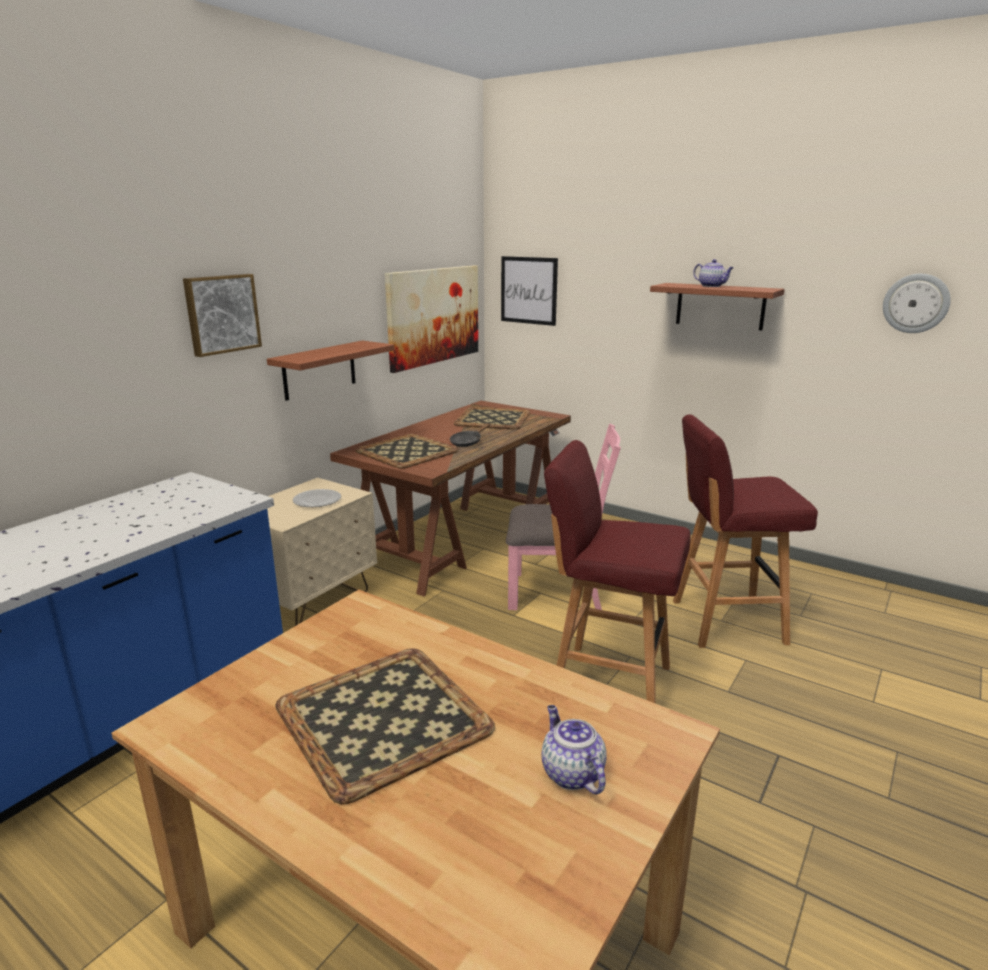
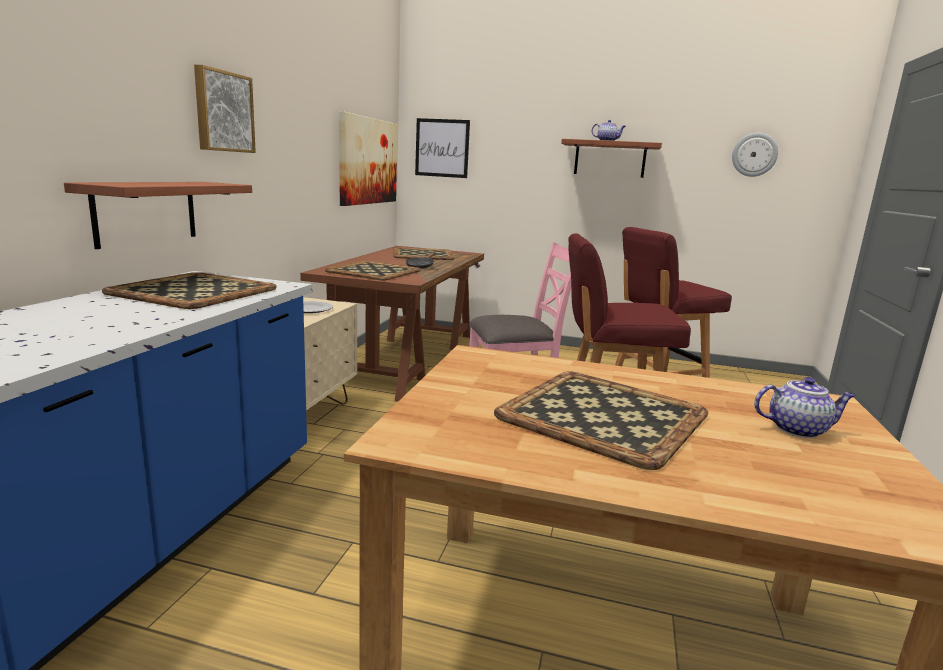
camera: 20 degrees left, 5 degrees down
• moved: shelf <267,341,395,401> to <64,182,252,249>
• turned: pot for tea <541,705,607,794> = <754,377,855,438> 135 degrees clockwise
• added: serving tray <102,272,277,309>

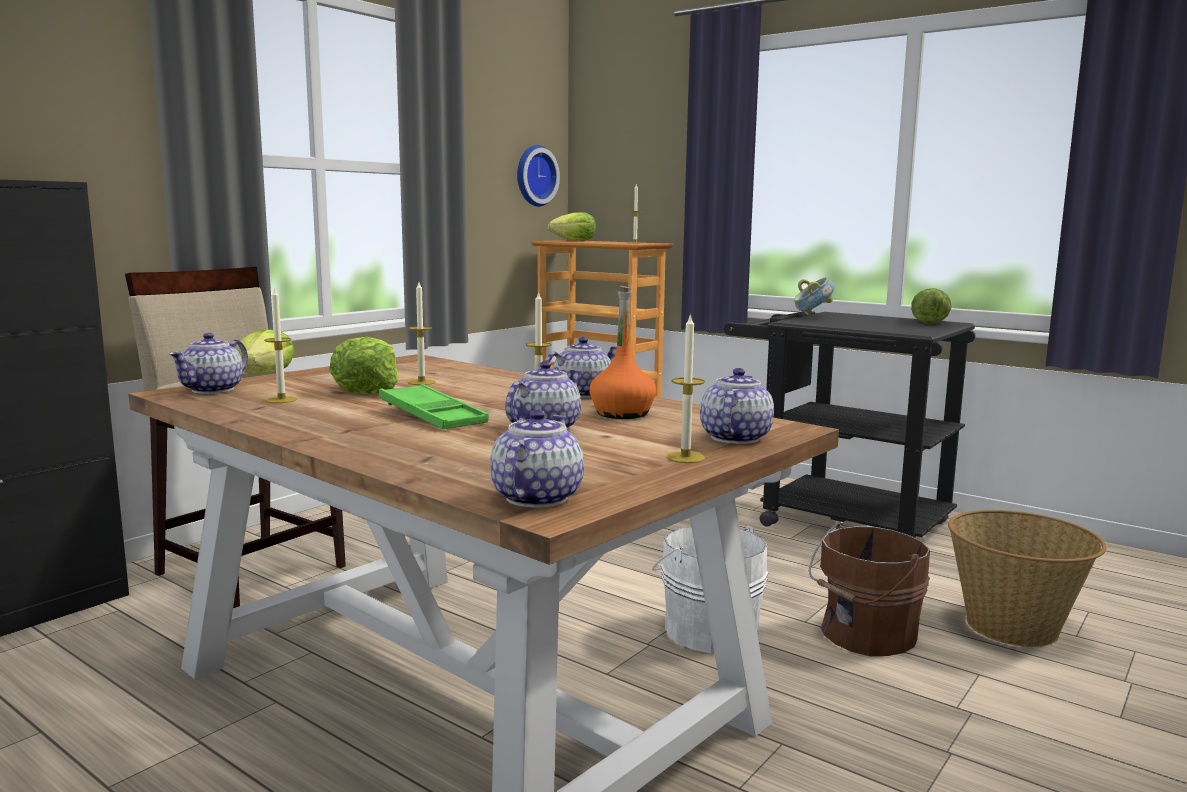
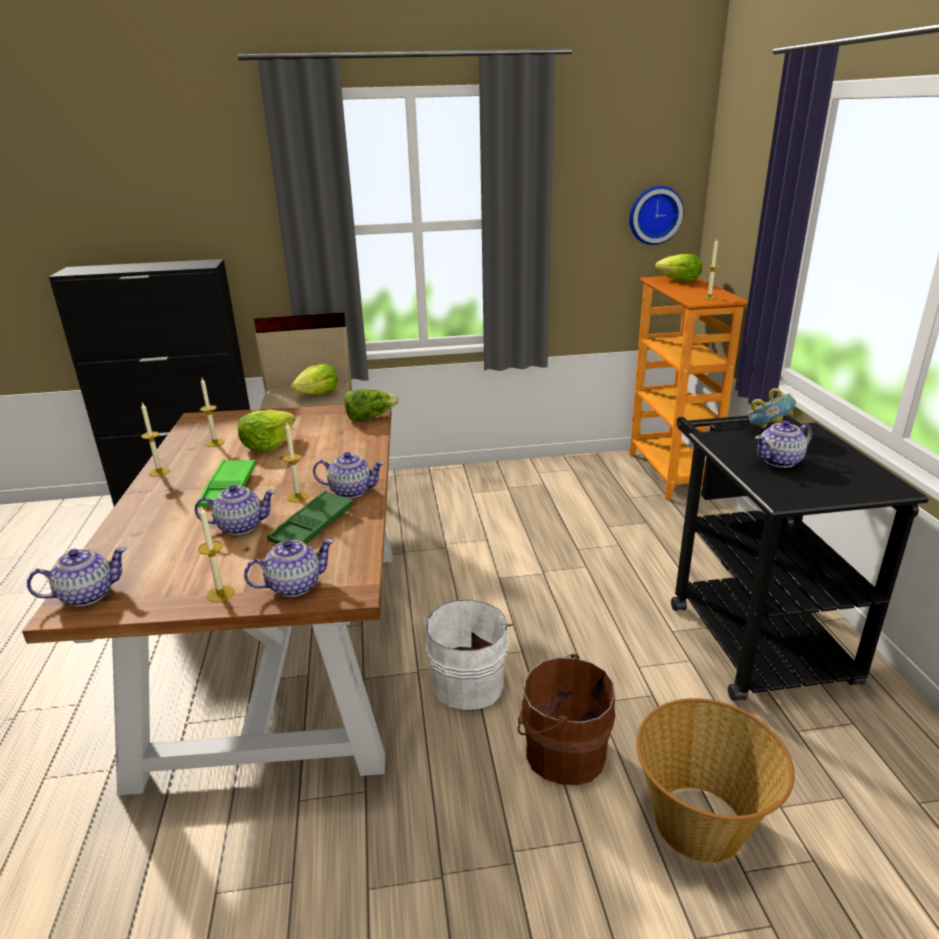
camera: 45 degrees right, 15 degrees up
• moved: wax light <408,282,435,385> to <141,402,170,477>
• replaced: drink bottle (orange-coloured) <589,286,656,419> to serving tray (green-coloured) <267,491,354,544>
• moved: head of lettuce <911,288,951,324> to <344,389,399,422>
• moved: pot for tea <169,333,248,394> to <755,420,812,468>

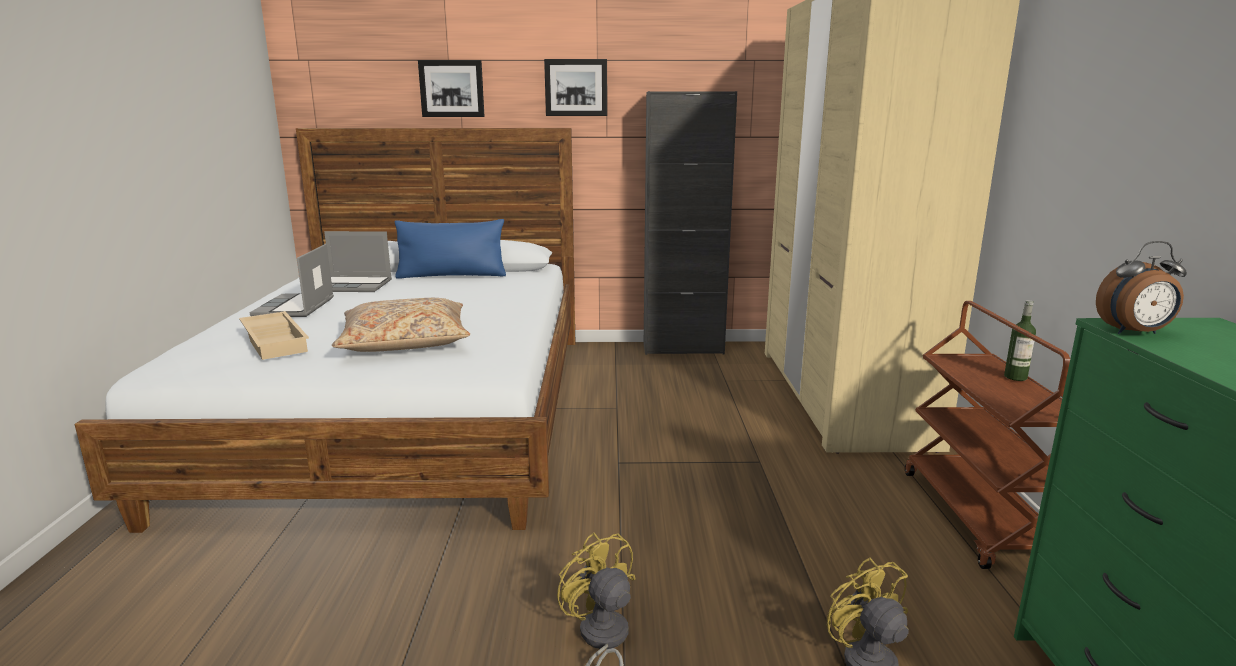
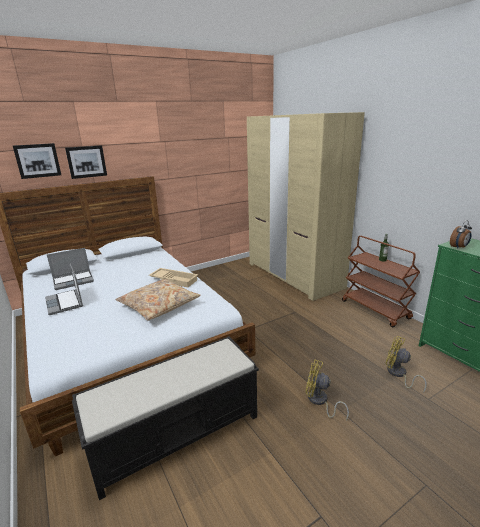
camera: 30 degrees left, 5 degrees up
• moved: wall picture <544,59,607,116> to <13,143,61,179>
• removed: cabinet (blackish) <644,91,737,355>
• removed: pillow (bluish) <395,219,506,279>
• moved: serving tray (sand-coloured) <239,311,309,360> to <149,268,198,287>
• added: long seat (blackish) <72,336,259,500>

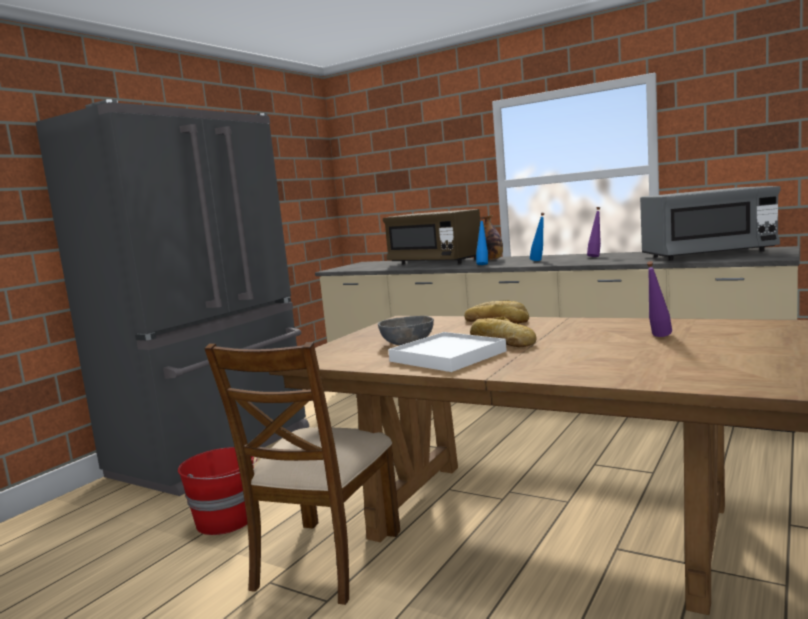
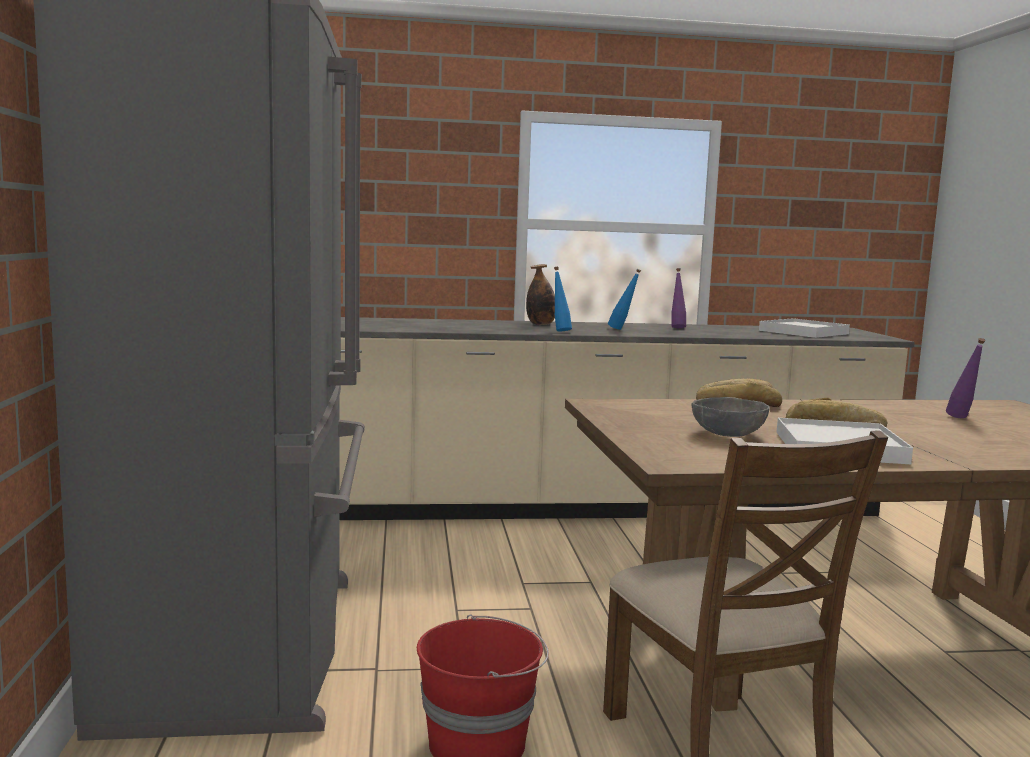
camera: 40 degrees left, 0 degrees up
• replaced: microwave oven (greyish) <640,186,780,261> to serving tray (white-coloured) <759,318,850,338>
• removed: microwave oven (brown-coloured) <383,209,480,264>

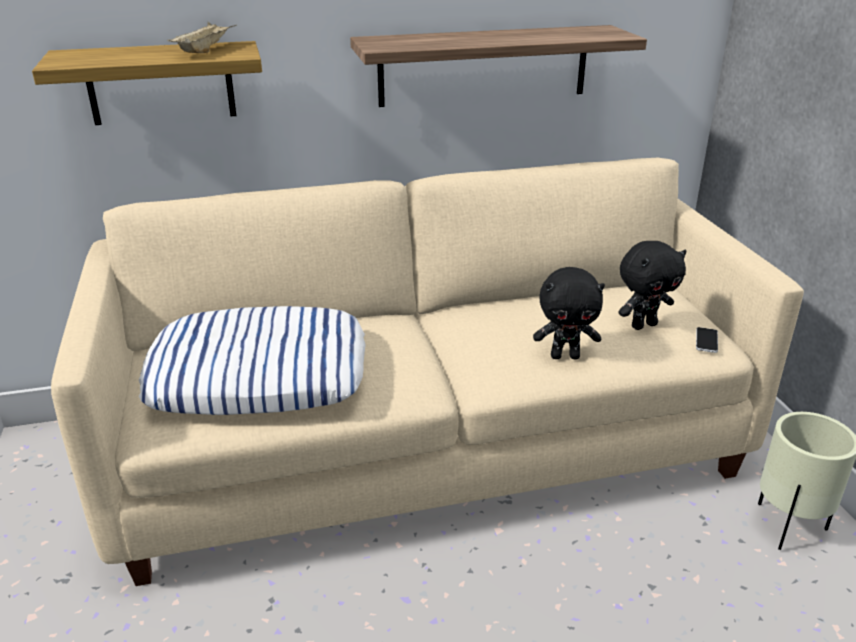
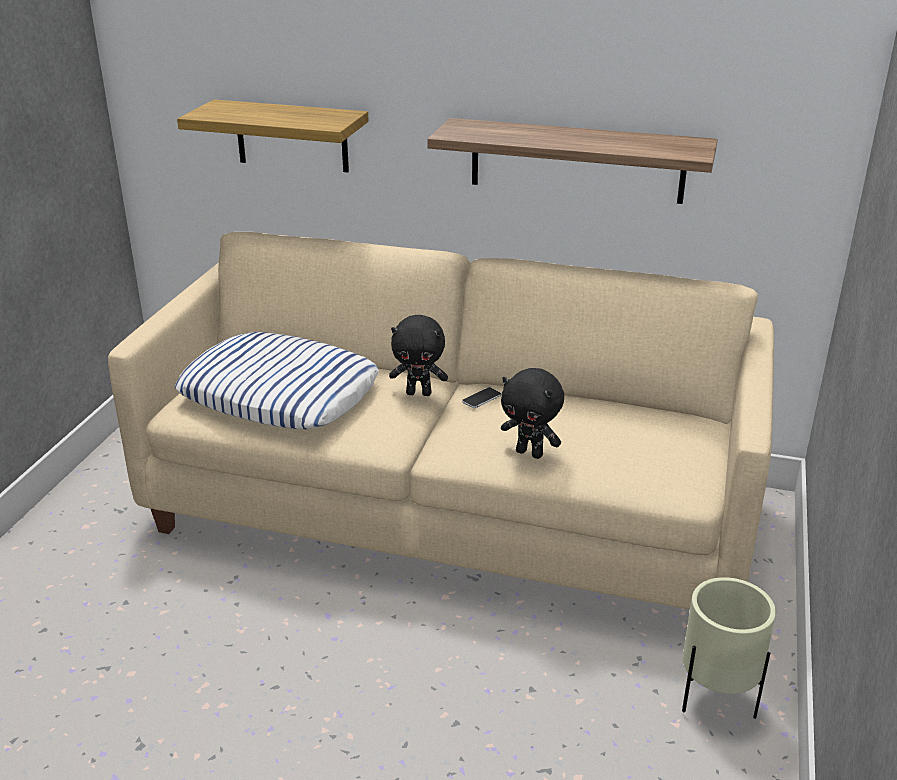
camera: 30 degrees right, 0 degrees up
• removed: serving tray (sand-coloured) <167,22,237,53>
• moved: soft toy (blackish) <619,241,686,330> to <389,315,448,396>
• moved: telephone <696,327,718,353> to <462,387,501,409>

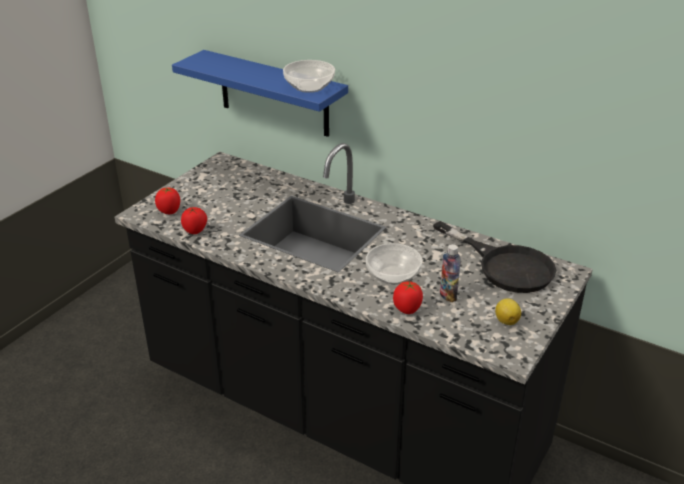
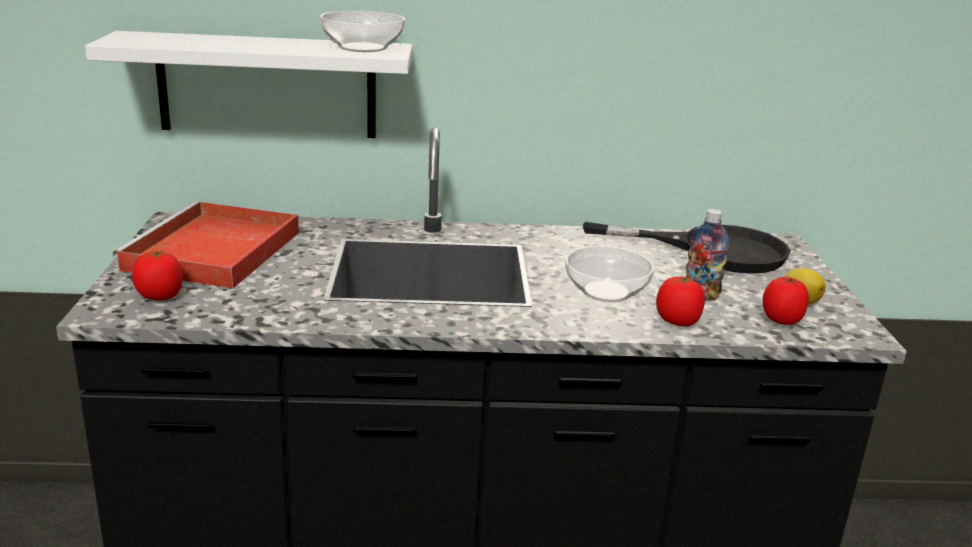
camera: 35 degrees left, 10 degrees down
• recoloured: shelf (bluish) <172,50,348,137> to shelf (white-coloured) <85,31,412,138>
• moved: fresh tomato <181,207,207,234> to <763,277,809,325>
• added: serving tray (red-coloured) <113,201,299,289>

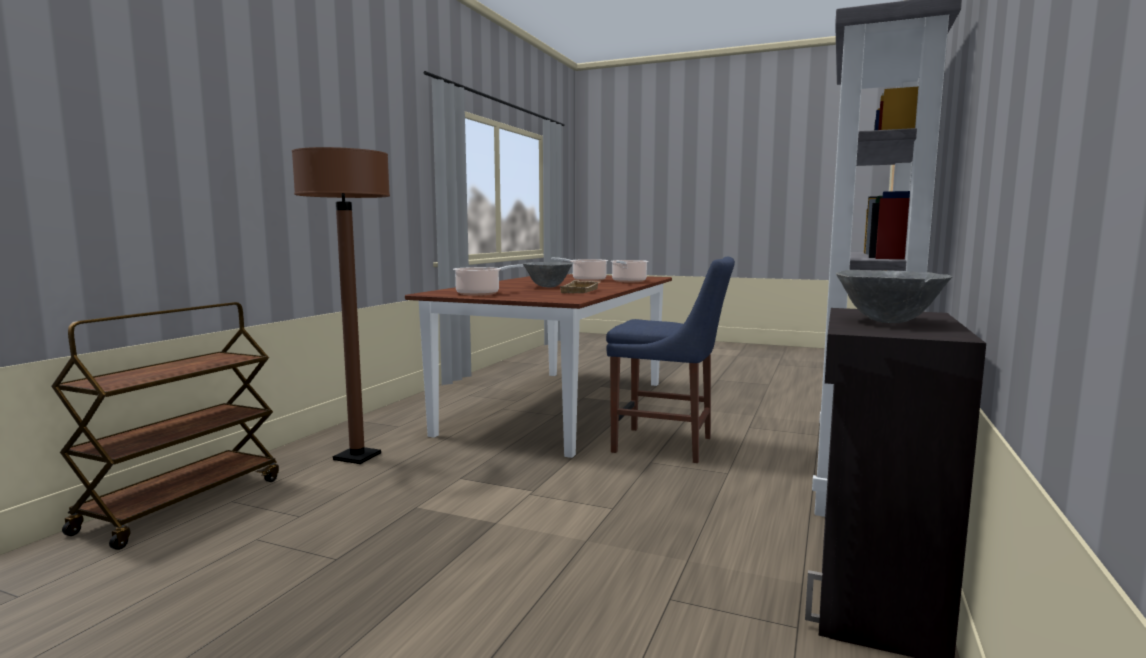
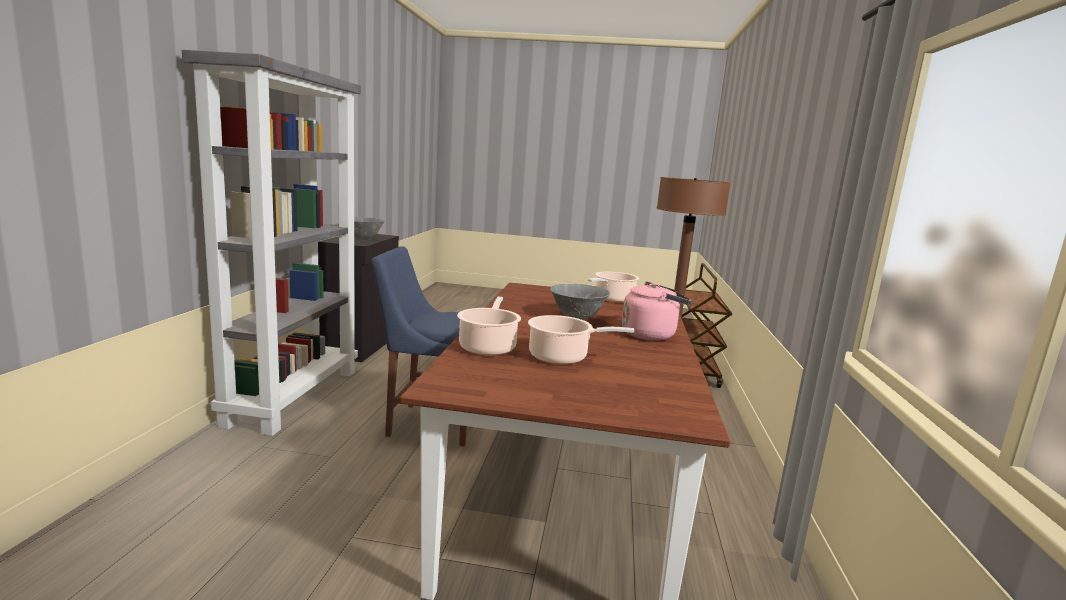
camera: 165 degrees right, 5 degrees up
• removed: serving tray (sand-coloured) <560,280,600,293>
• added: water kettle (pink) <622,281,691,341>

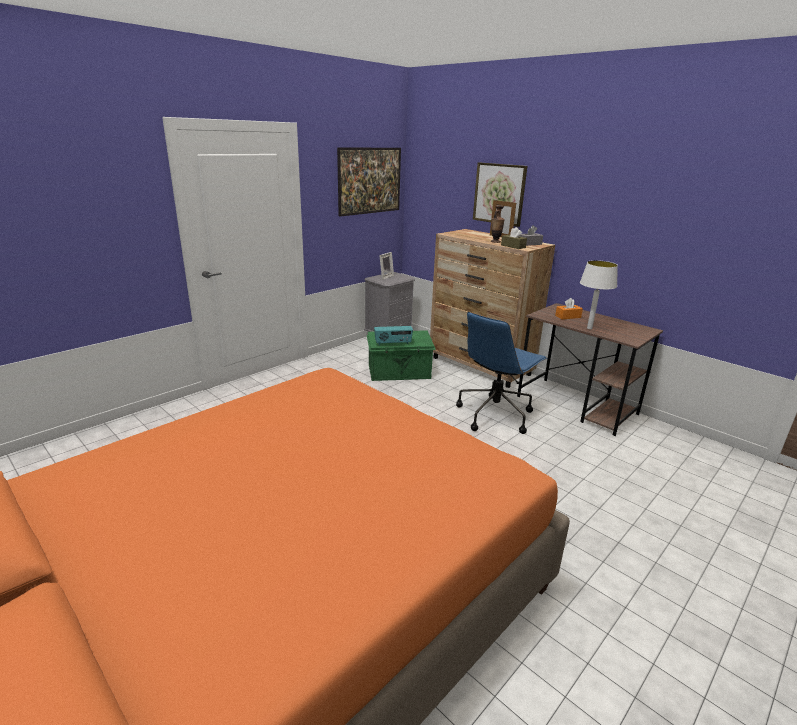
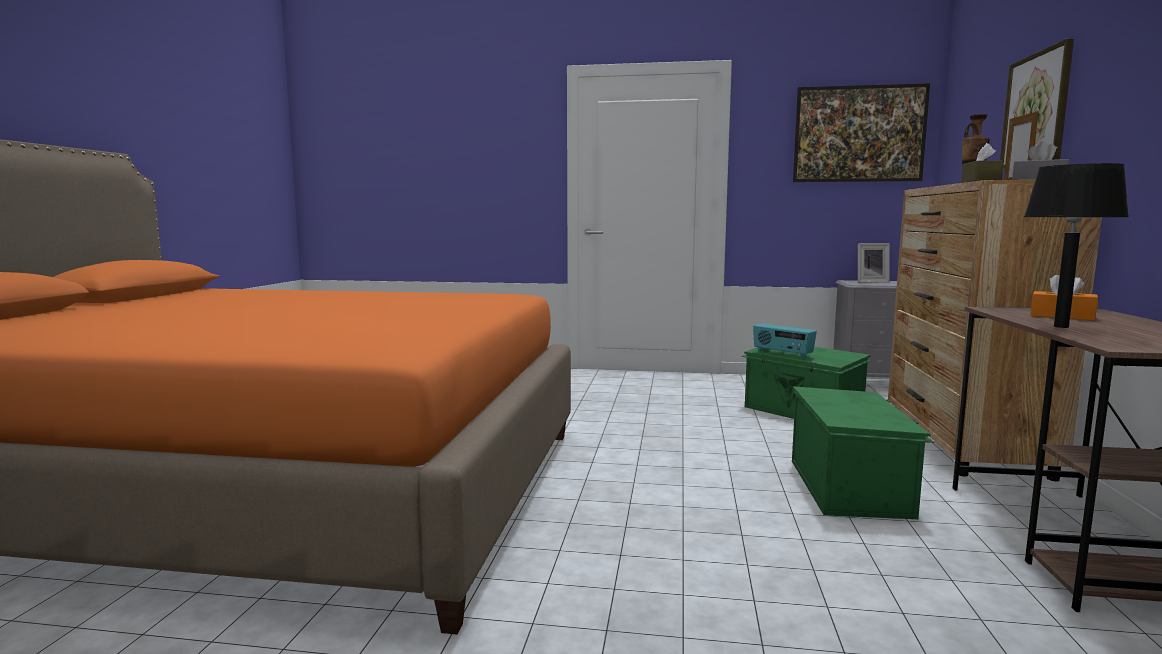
camera: 55 degrees right, 15 degrees down
• recoloured: table lamp (white-coloured) <580,260,618,329> to table lamp (blackish) <1024,163,1129,328>
• replaced: office chair (bluish) <456,312,547,434> to storage bin (green-coloured) <792,387,935,519>

